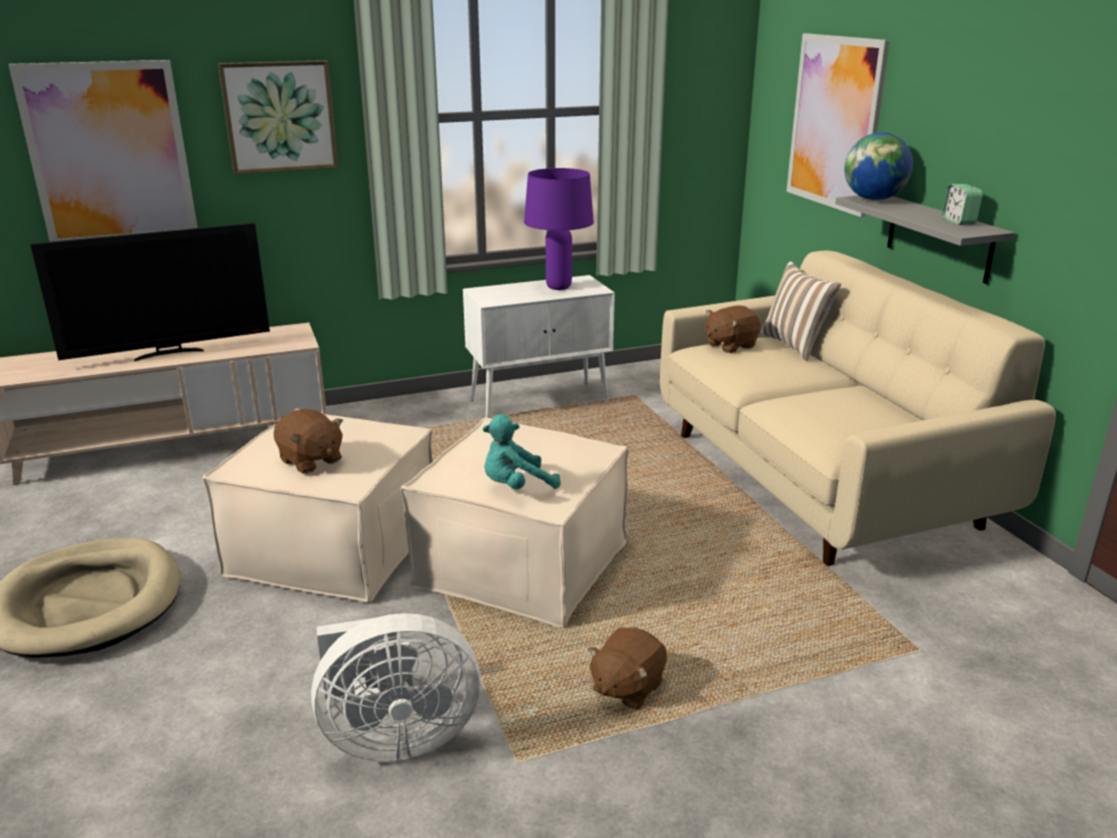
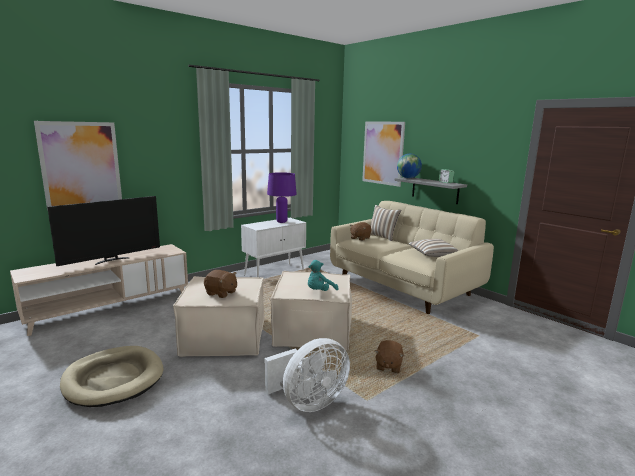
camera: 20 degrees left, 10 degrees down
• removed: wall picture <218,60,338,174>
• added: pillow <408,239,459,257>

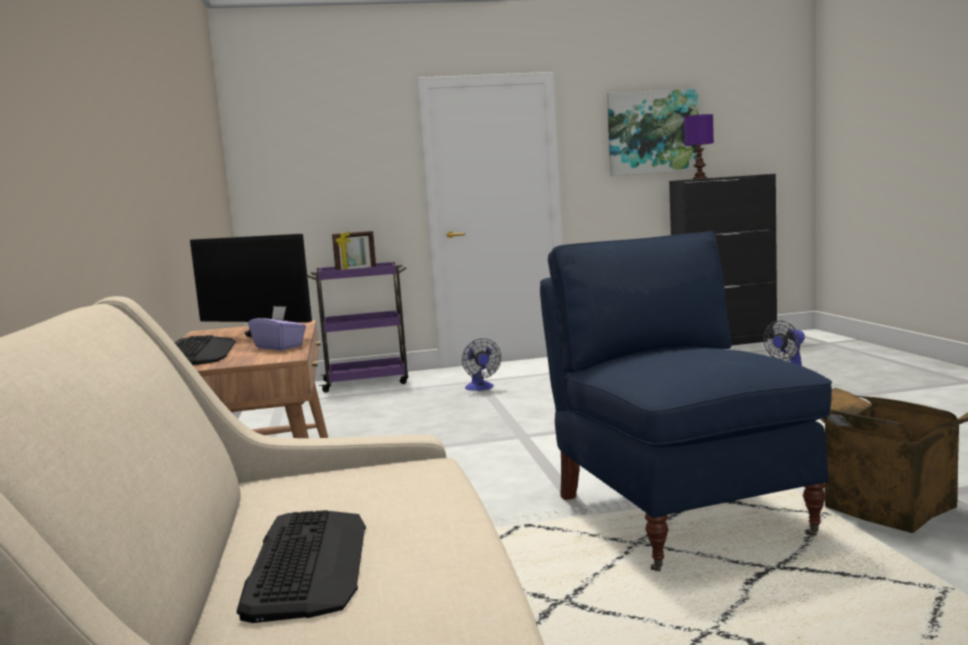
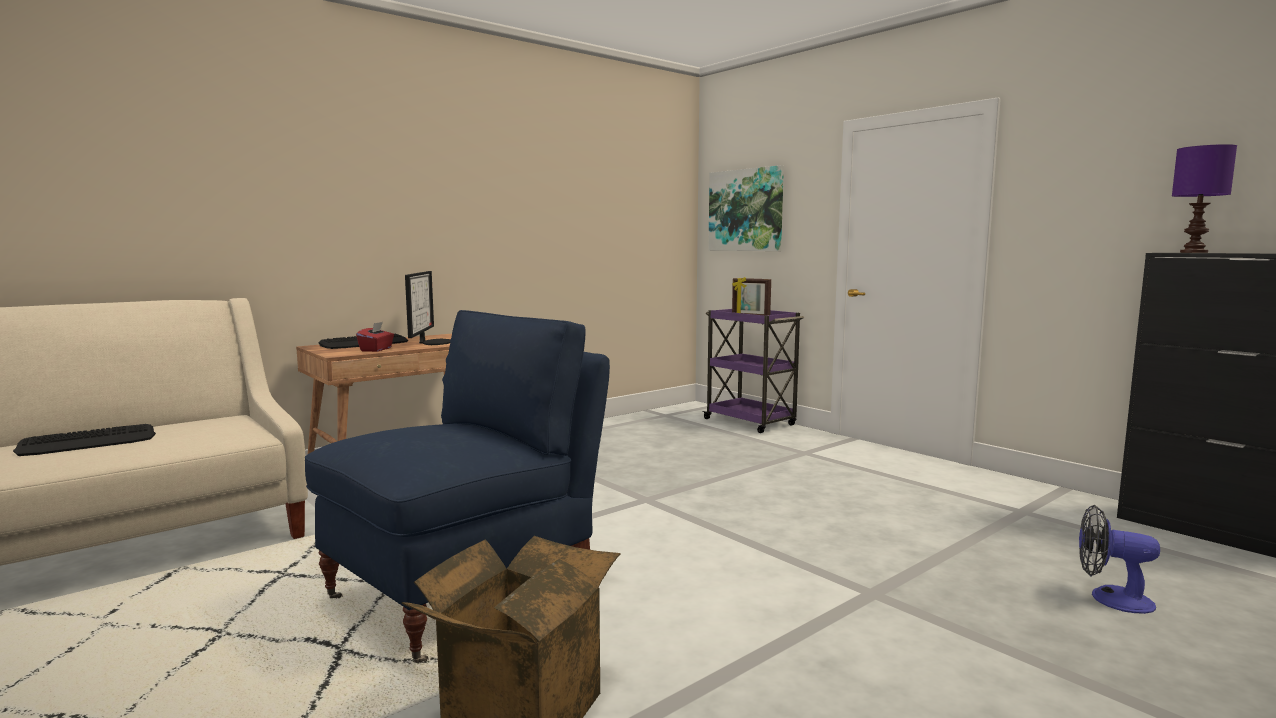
camera: 60 degrees right, 0 degrees up
• moved: wall picture <607,89,699,176> to <708,165,784,251>
• recoloured: tissue box (purplish) <248,306,306,350> to tissue box (red-coloured) <356,322,394,352>
• removed: cooling fan <462,338,501,391>

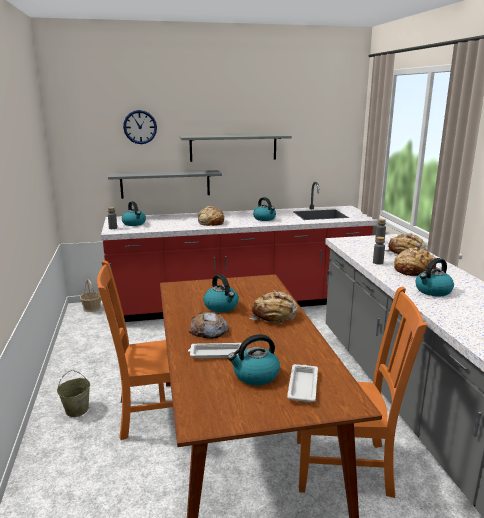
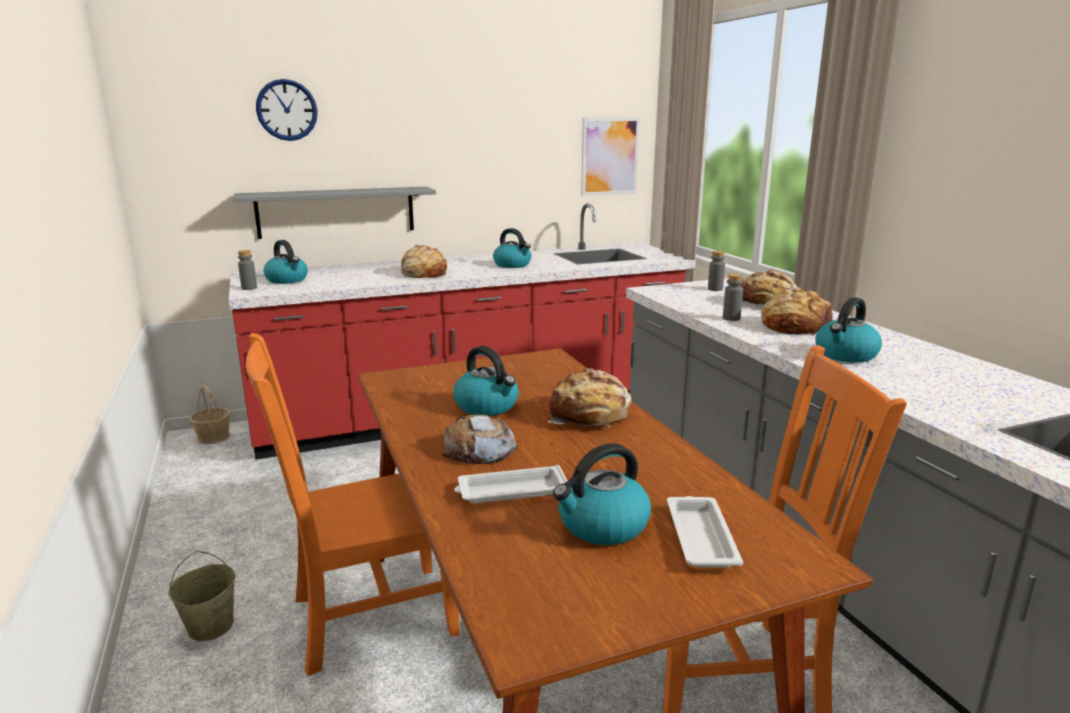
camera: 10 degrees left, 0 degrees up
• removed: shelf (greyish) <180,134,292,162>
• added: wall picture <581,118,640,196>

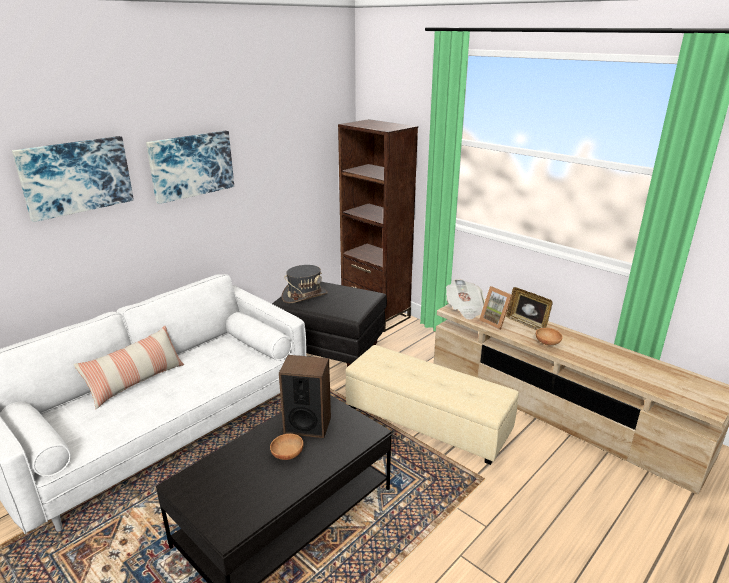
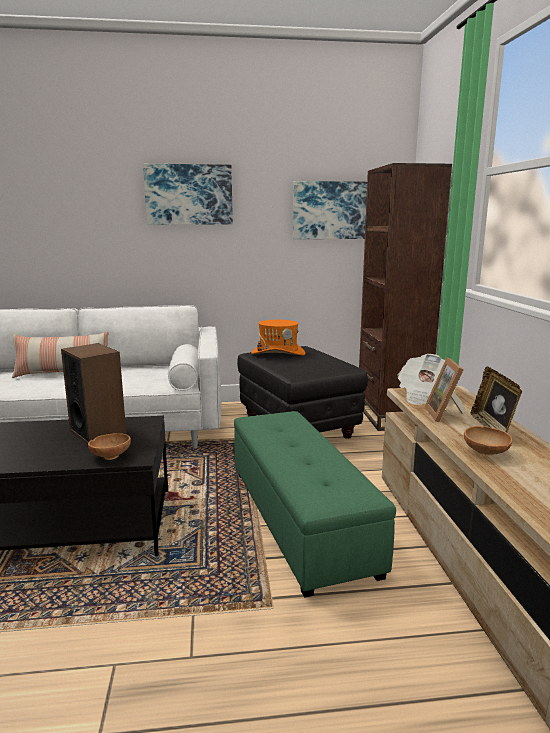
camera: 40 degrees right, 10 degrees down
• moved: wall picture <12,136,134,222> to <293,181,367,239>
• recoloured: wearable hat (greyish) <282,265,328,303> to wearable hat (orange-coloured) <251,320,305,355>
• recoloured: pouffe (sand-coloured) <346,345,519,465> to pouffe (green-coloured) <234,411,396,598>
• moved: deep dish (brown-coloured) <270,434,304,460> to <88,433,131,460>

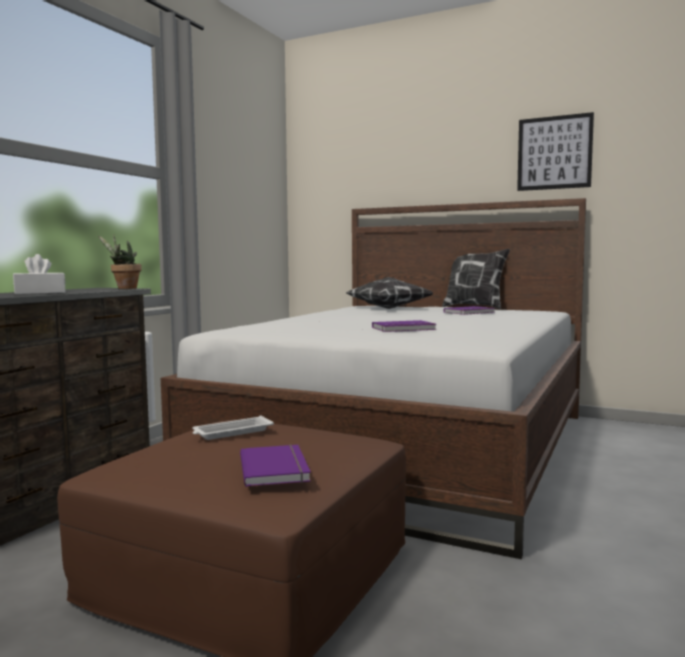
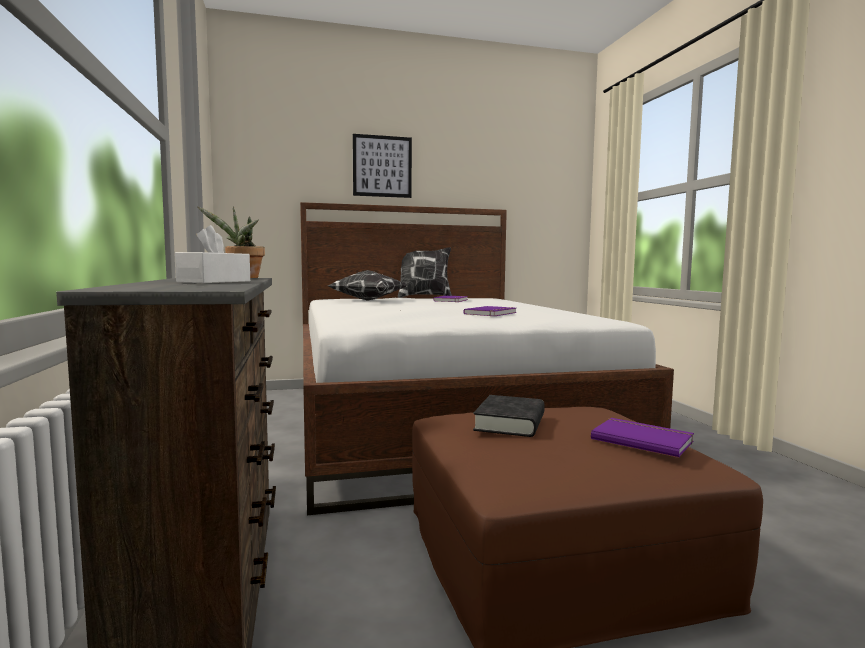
camera: 40 degrees left, 0 degrees up
• moved: wall picture <517,112,594,191> to <353,134,412,198>
• replaced: serving tray (white-coloured) <192,416,274,440> to book (blackish) <473,395,545,437>

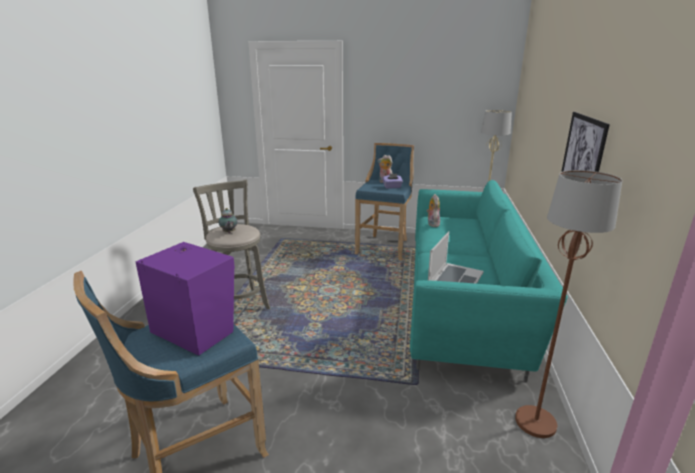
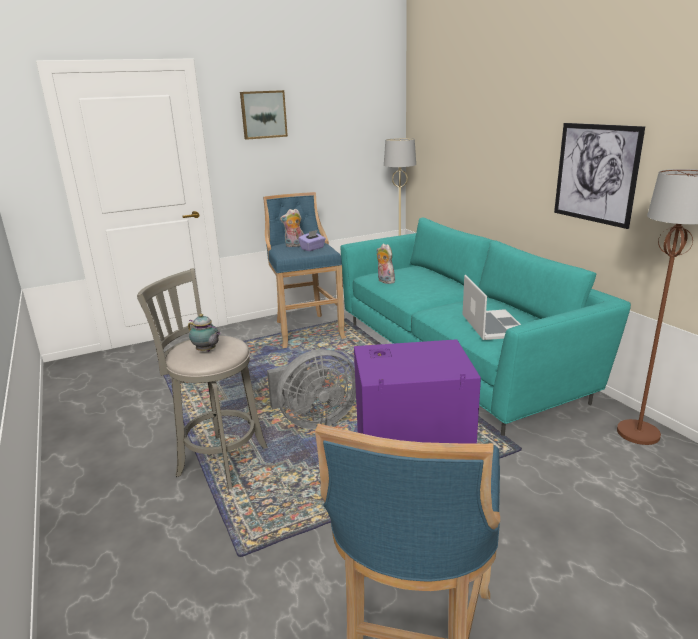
camera: 35 degrees left, 0 degrees up
• added: wall picture <240,90,288,140>
• added: cooling fan (greyish) <267,349,356,429>

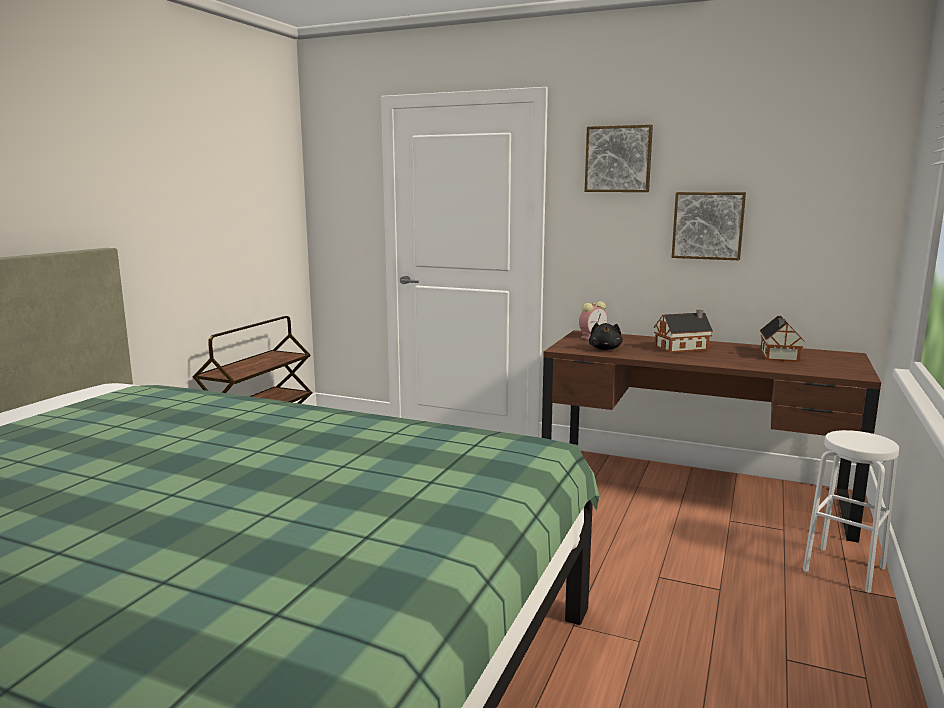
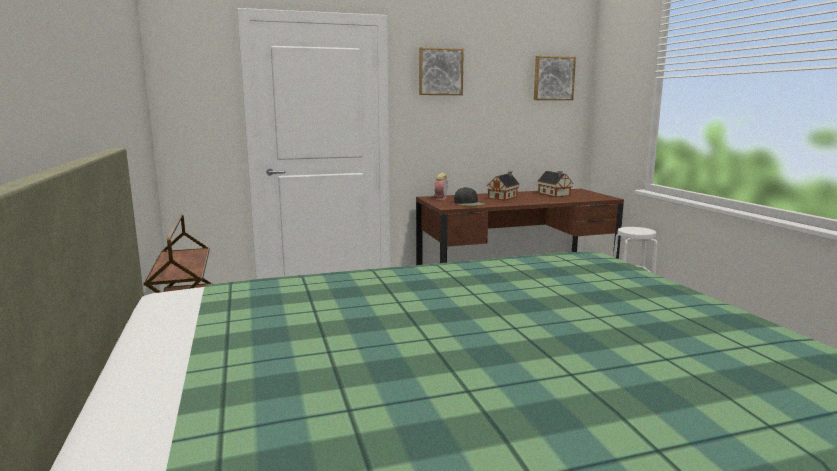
camera: 40 degrees left, 0 degrees up
• moved: wall picture <671,192,746,260> to <534,56,576,100>
• replaced: soft toy (blackish) <589,322,623,350> to peaked cap (blackish) <454,187,484,206>

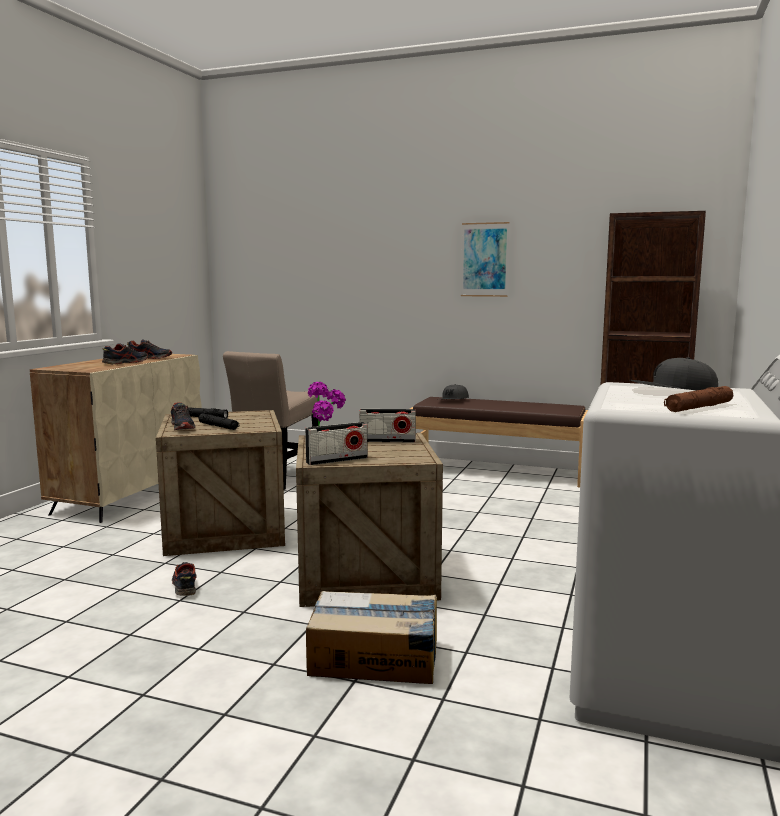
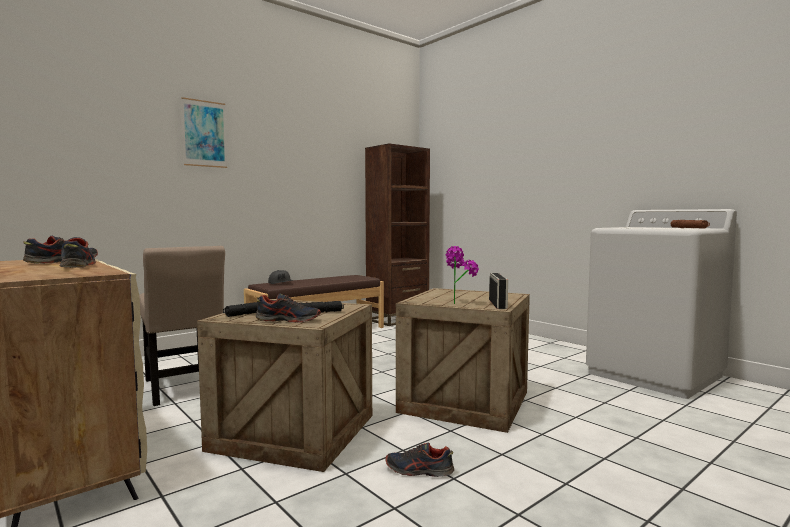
camera: 60 degrees left, 5 degrees down
• moved: wall picture <461,222,510,297> to <181,97,227,168>
• removed: peaked cap (greyish) <630,357,718,391>
• removed: radio <359,409,416,443>
• removed: cardboard box <306,591,437,684>

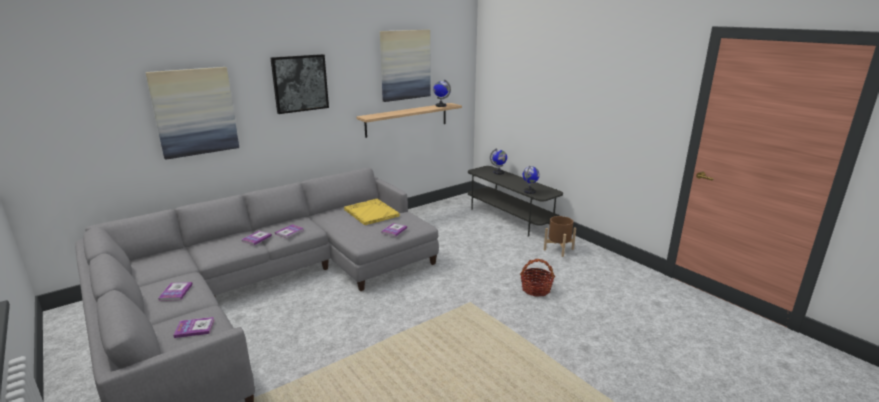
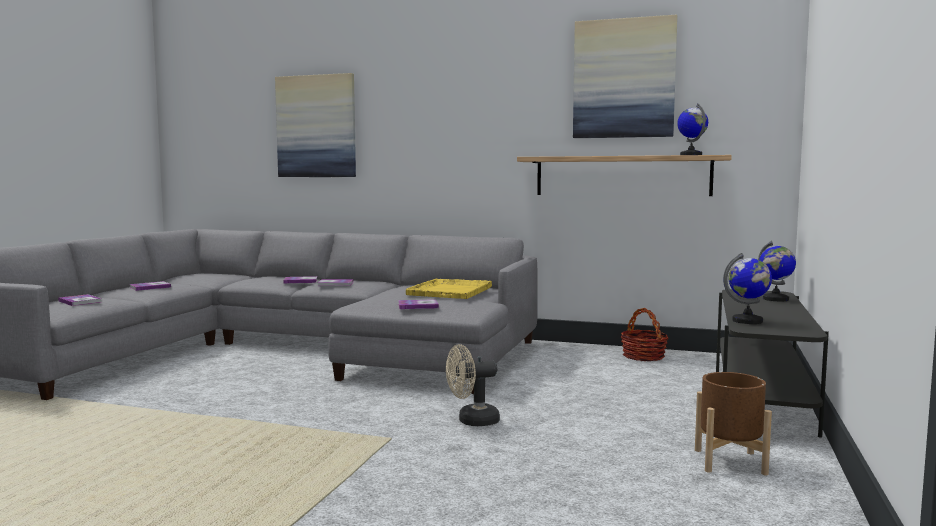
camera: 55 degrees right, 15 degrees down
• removed: wall picture <270,54,329,114>
• moved: storage basket <520,259,555,297> to <621,308,668,361>
• added: cooling fan (sand-coloured) <446,344,500,426>

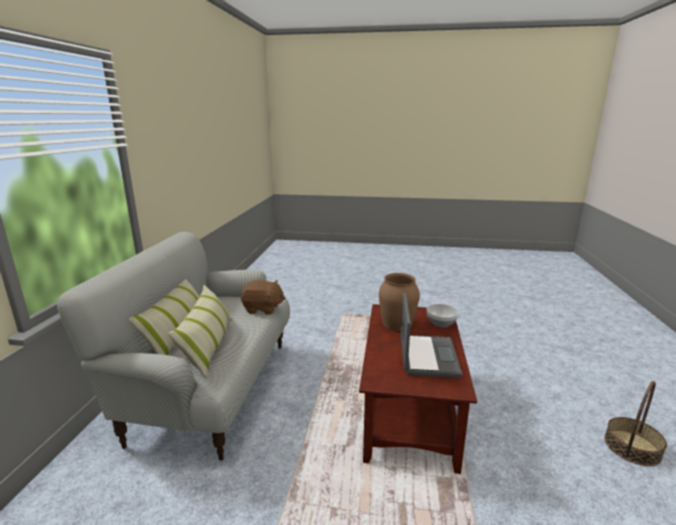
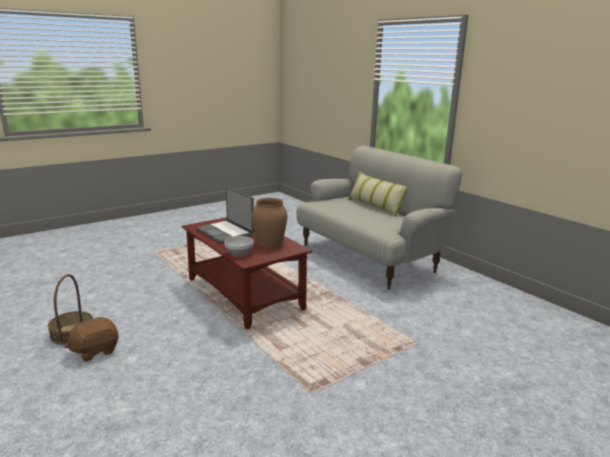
camera: 135 degrees right, 0 degrees up
• moved: soft toy (brown-coloured) <241,280,285,315> to <65,317,119,361>
• removed: pillow <168,284,232,378>

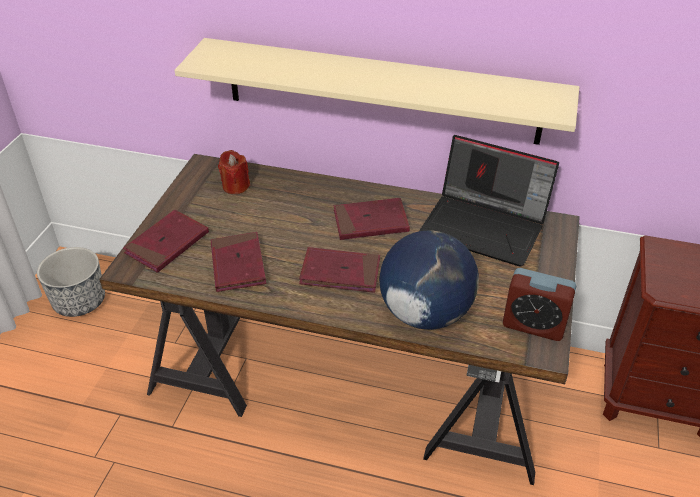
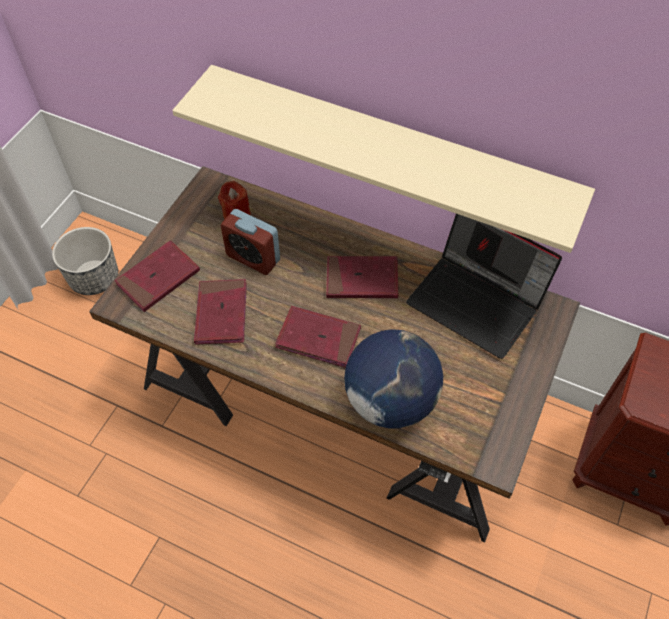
camera: 10 degrees right, 15 degrees up
• moved: alarm clock <503,268,577,341> to <221,209,280,275>

